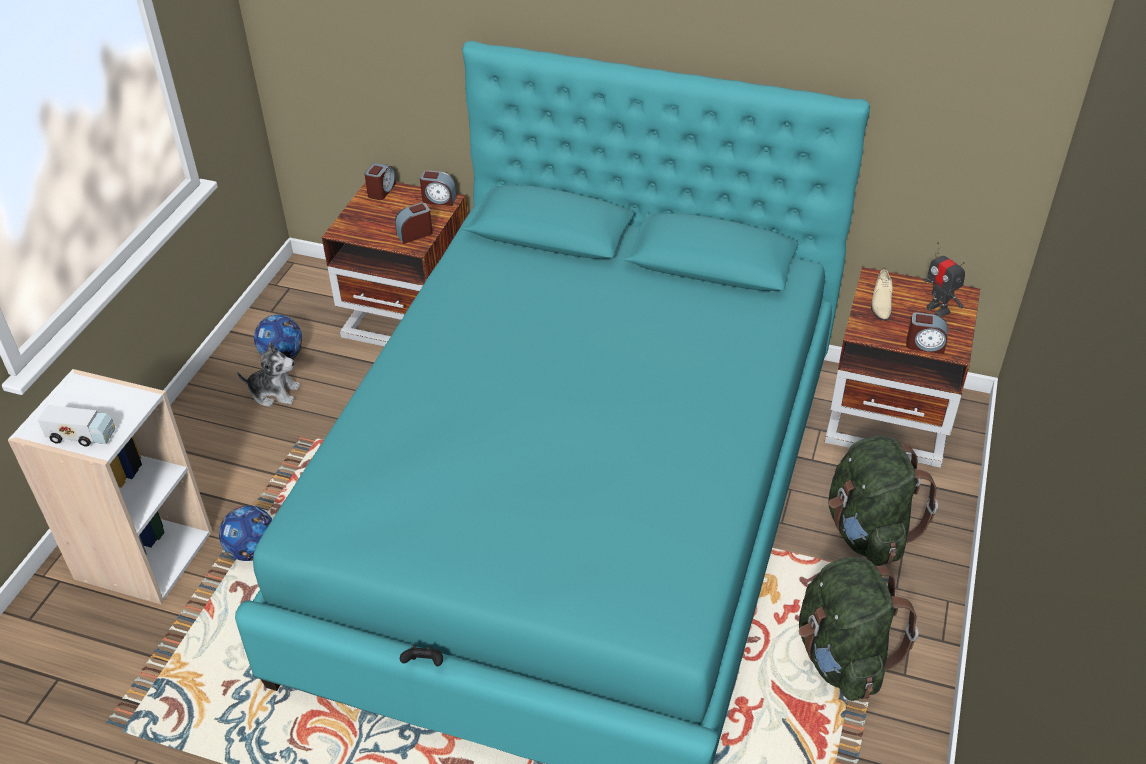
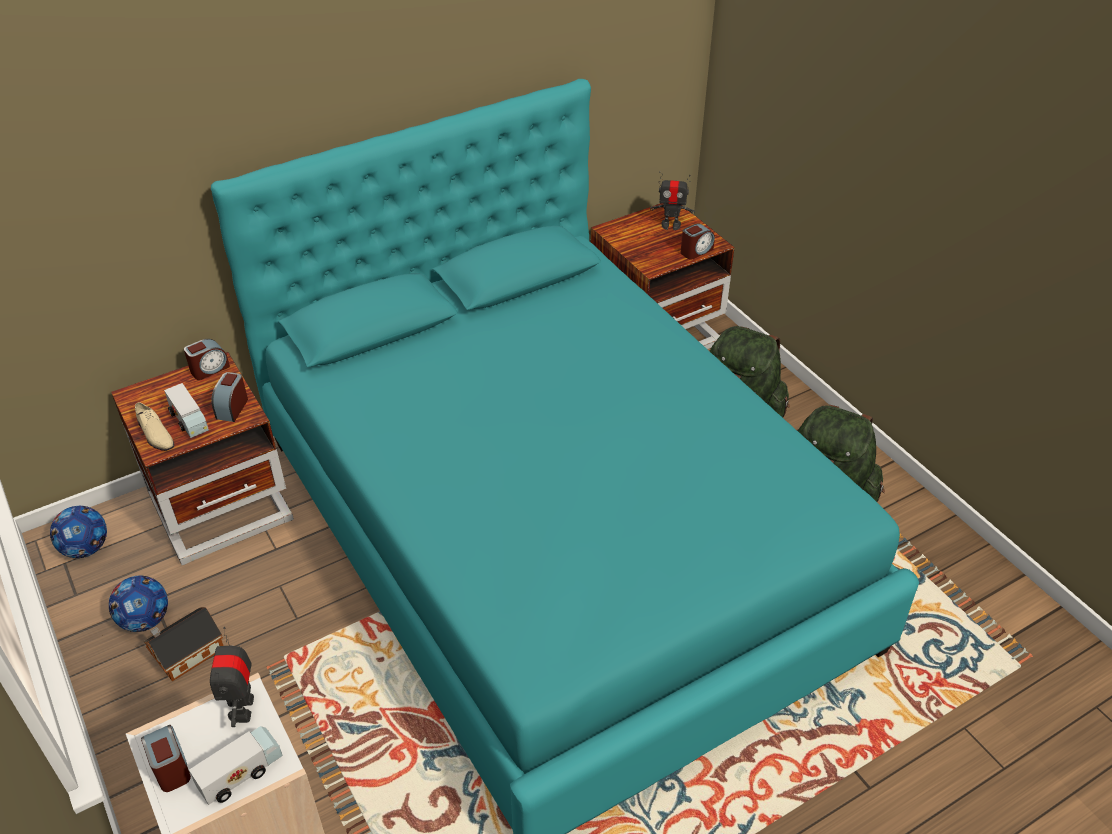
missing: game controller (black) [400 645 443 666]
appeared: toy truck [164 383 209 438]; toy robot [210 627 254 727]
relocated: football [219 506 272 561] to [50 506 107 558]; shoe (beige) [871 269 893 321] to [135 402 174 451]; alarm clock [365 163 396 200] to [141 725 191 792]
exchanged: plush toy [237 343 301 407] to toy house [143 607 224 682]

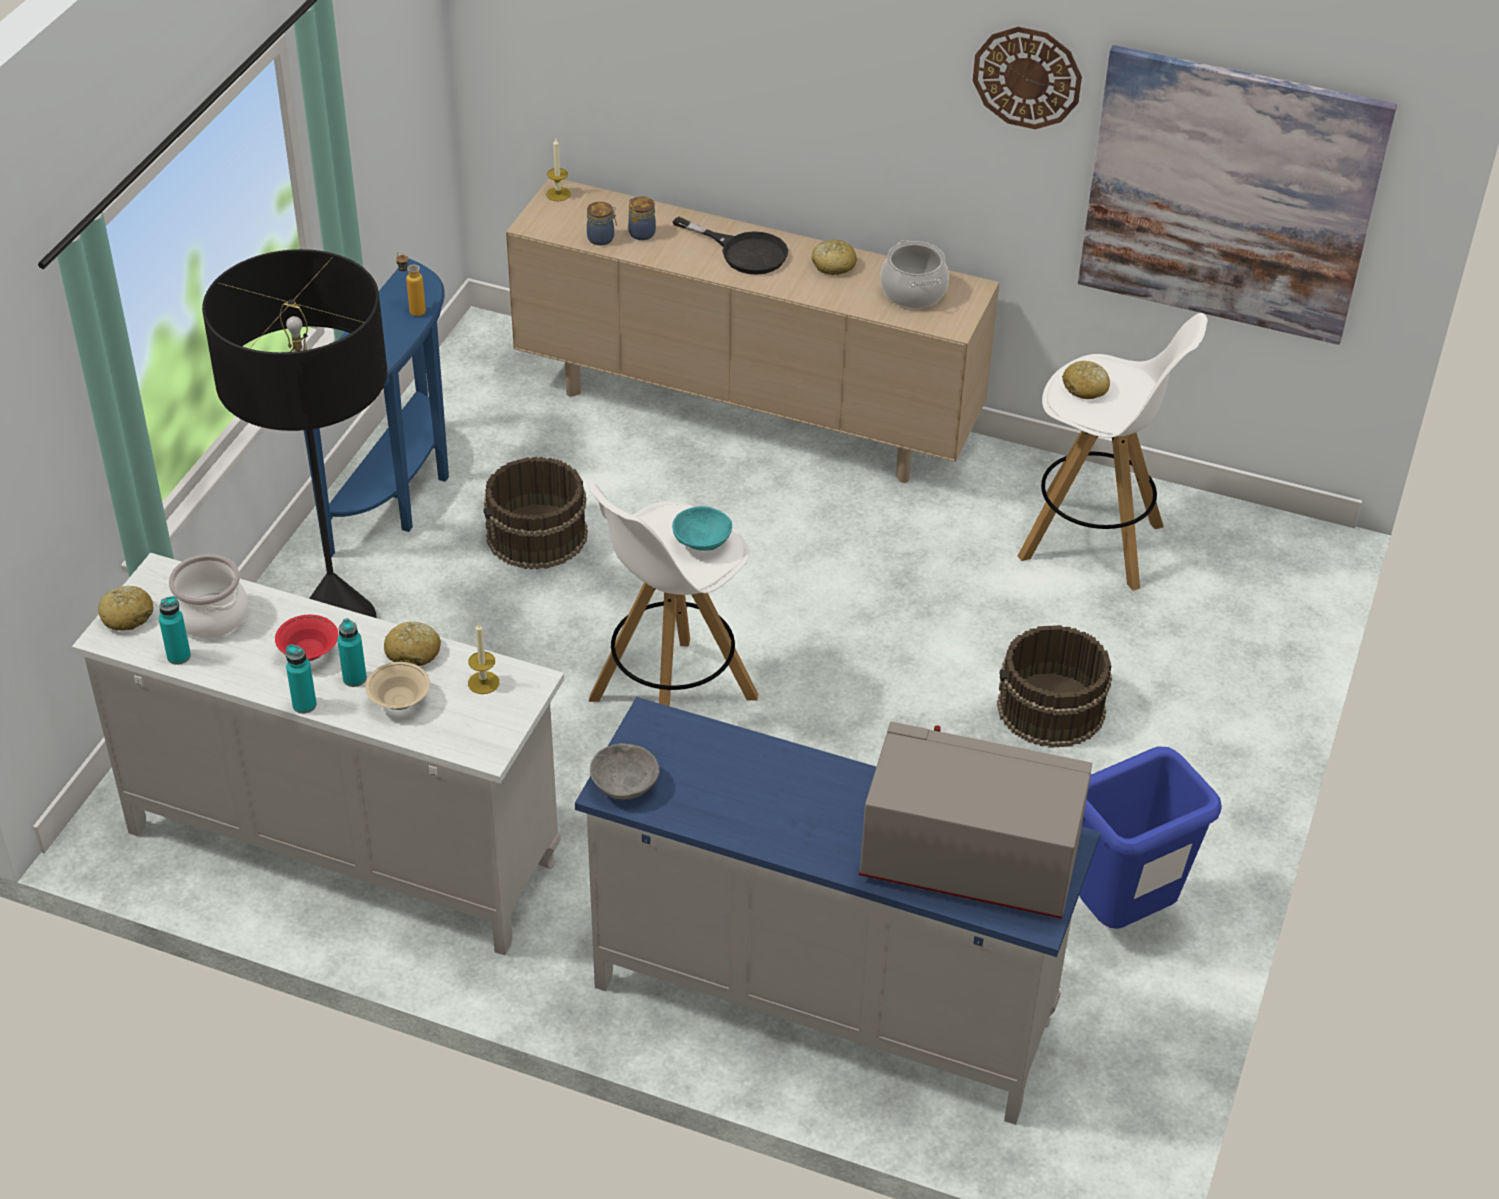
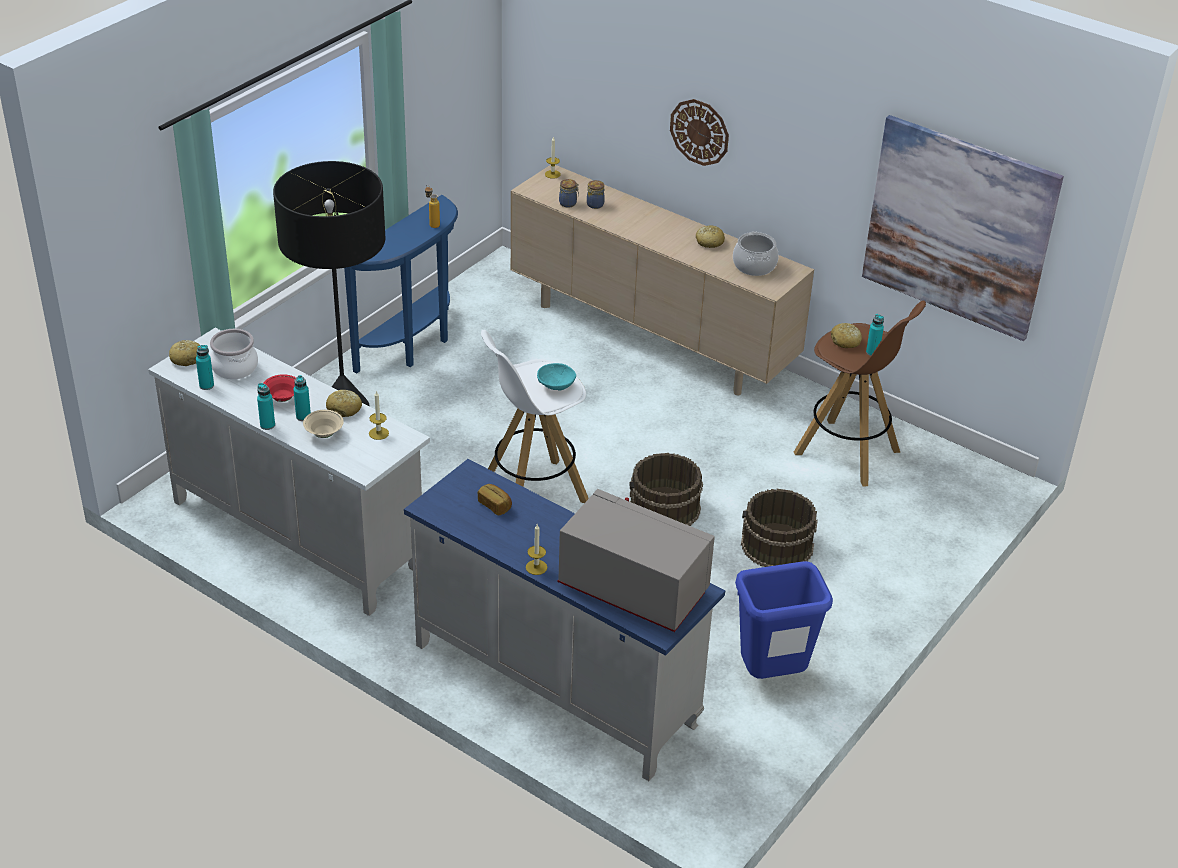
missing: bowl (grey) [590 743 659 799]; frying pan (black) [673 217 788 275]
appeared: bread [478 484 512 515]; candle [526 524 547 575]; bottle (turquoise) [866 314 884 356]
relocated: bucket (brown) [483 457 588 570] to [629 453 703 526]; wall clock [973 27 1082 129] to [670 99 729 166]
colour: stool (white) [1018 313 1208 590] to stool (brown) [794 301 926 487]

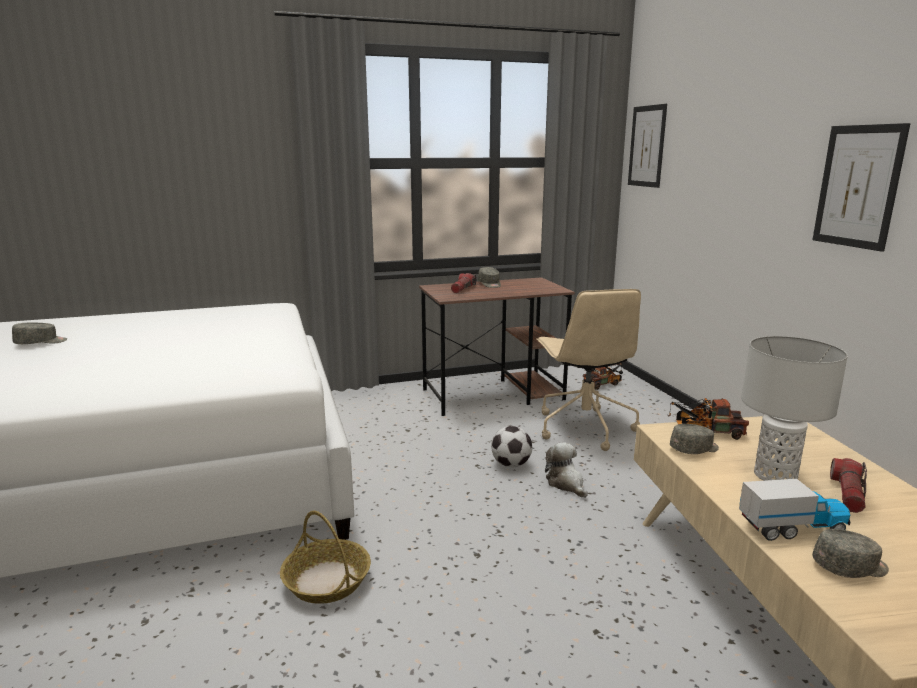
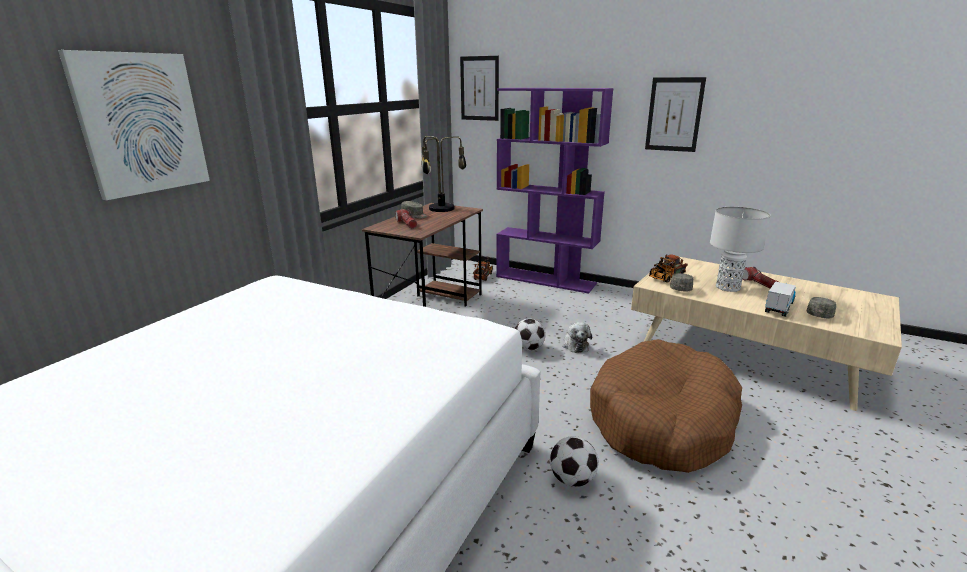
missing: cap (grey) [12 323 67 344]; office chair (beige) [536 289 641 451]
appeared: picture [58 50 210 200]; table lamp [422 136 466 212]; bookcase (purple) [496 88 613 294]; dog bed (brown) [590 339 742 473]
exchanged: basket [280 511 371 604] to football [550 436 599 487]
spun: plush toy [545 443 588 498] = [563 322 592 353] 120 degrees counterclockwise

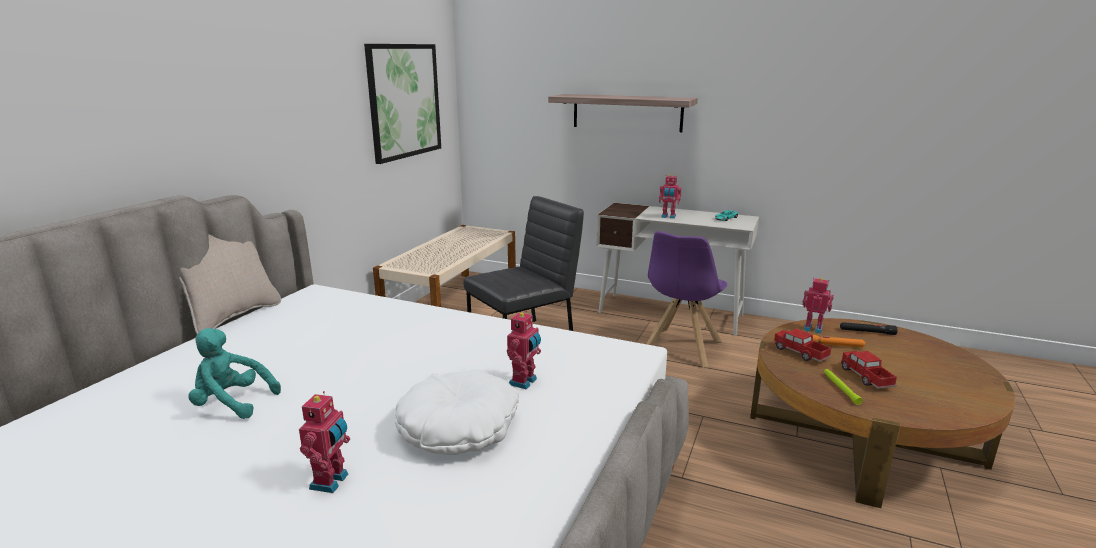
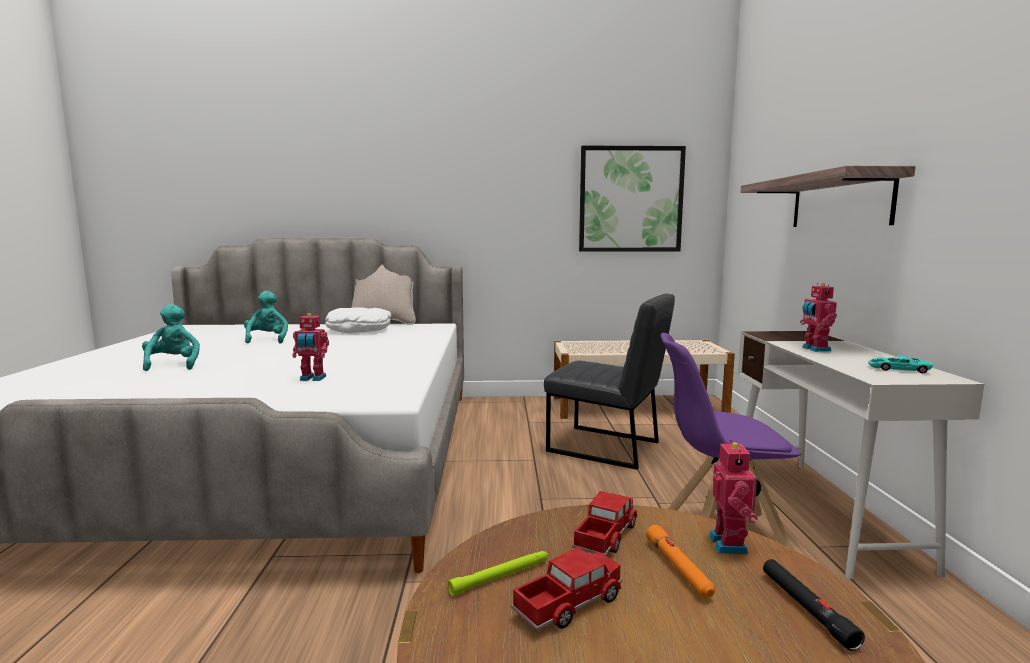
relocated: pillow (white) [395 369 519 455] to [325 307 391 334]
exchanged: toy robot [299 391 350 493] to plush toy (turquoise) [142 304 200 371]

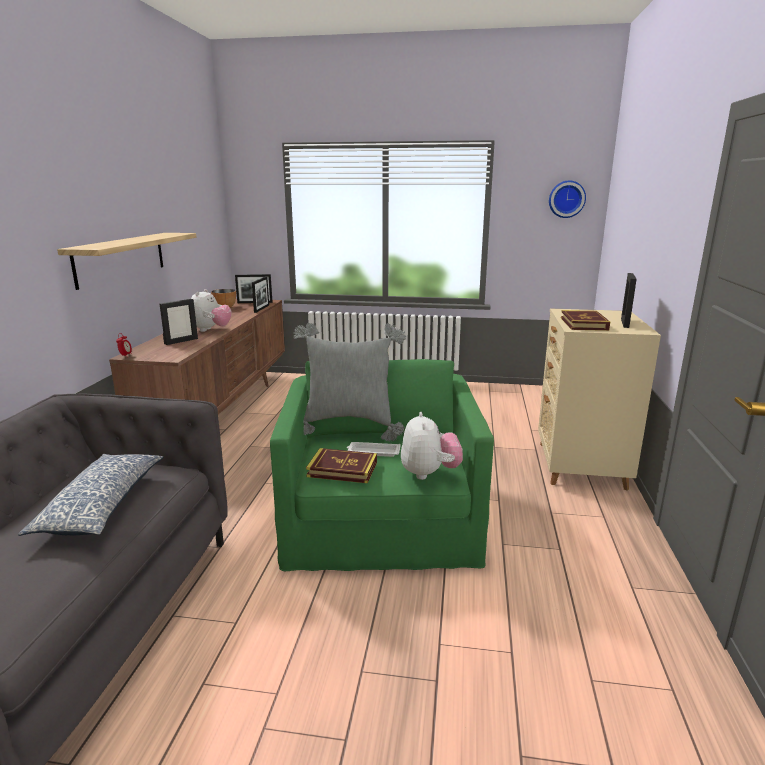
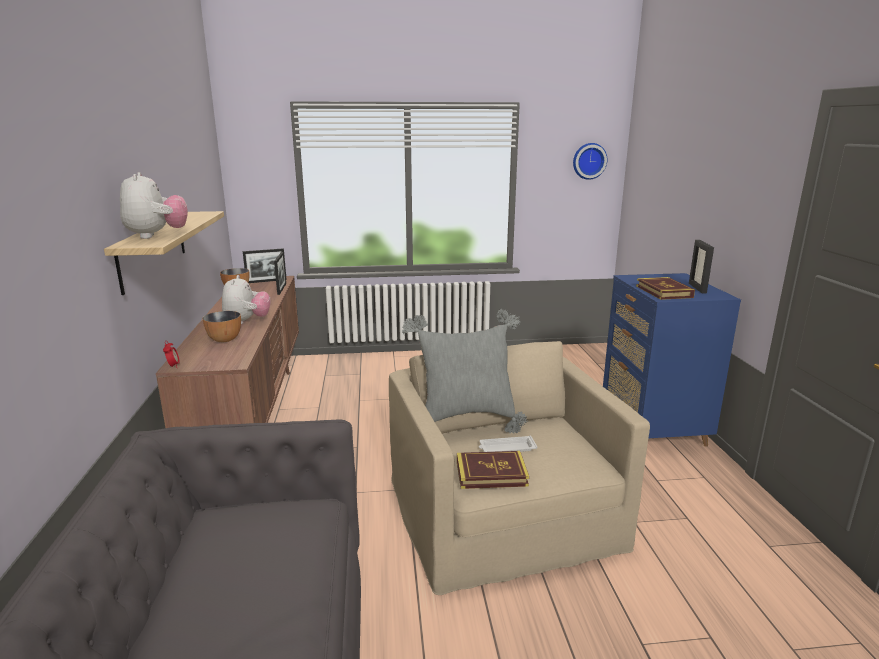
missing: pillow [18 454 163 536]
relocated: plush toy [401 412 463 480] to [120 172 188 239]
exchanged: picture frame [160 299 198 345] to bowl [202 311 241 342]
colour: armchair (green) [270 359 494 571] to armchair (beige) [389 341 650 595]; dresser (beige) [538 308 661 491] to dresser (blue) [603 273 741 447]

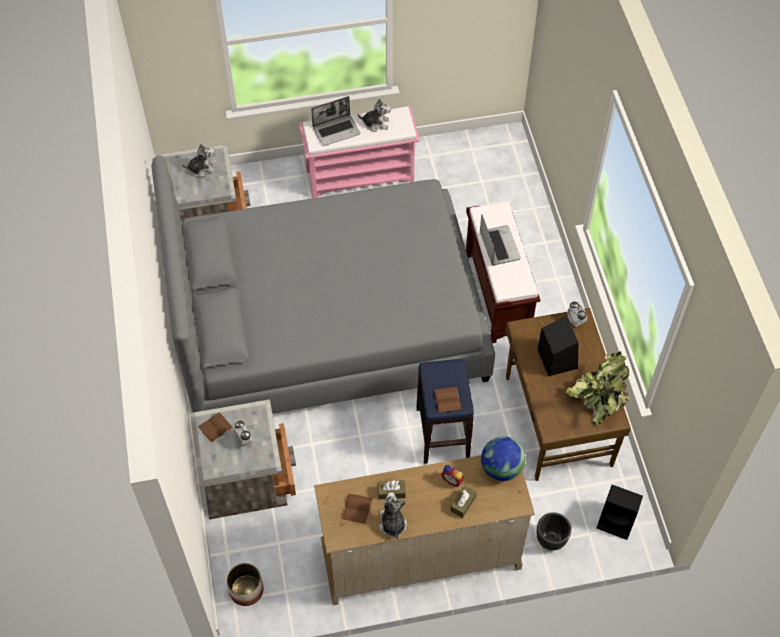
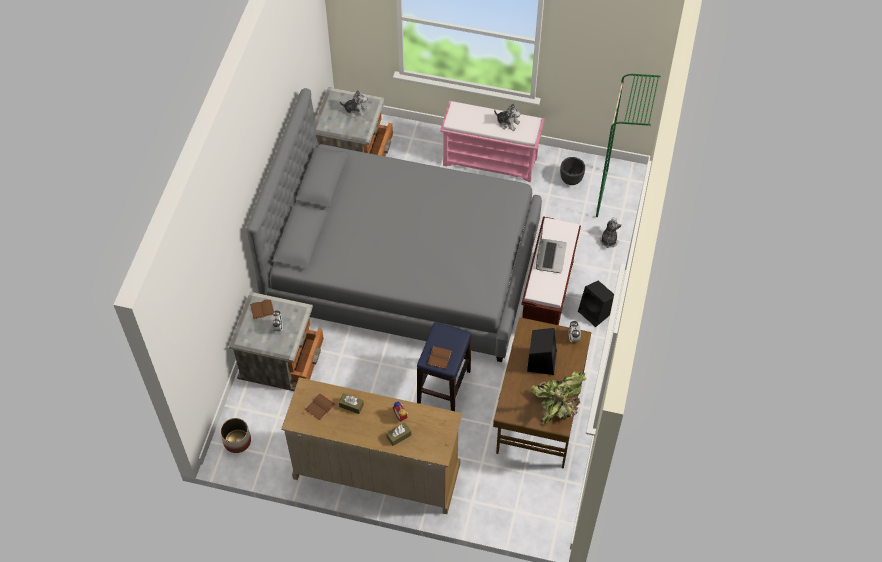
missing: laptop [311 96 360 146]; globe [481 436 526 481]
appeared: clothes rack (green) [596 74 661 217]
relocated: planter (black) [537 512 571 550] to [560 157 585 185]; speaker (black) [597 485 643 540] to [578 280 614 327]; plush toy [379 492 407 539] to [600 217 622 248]

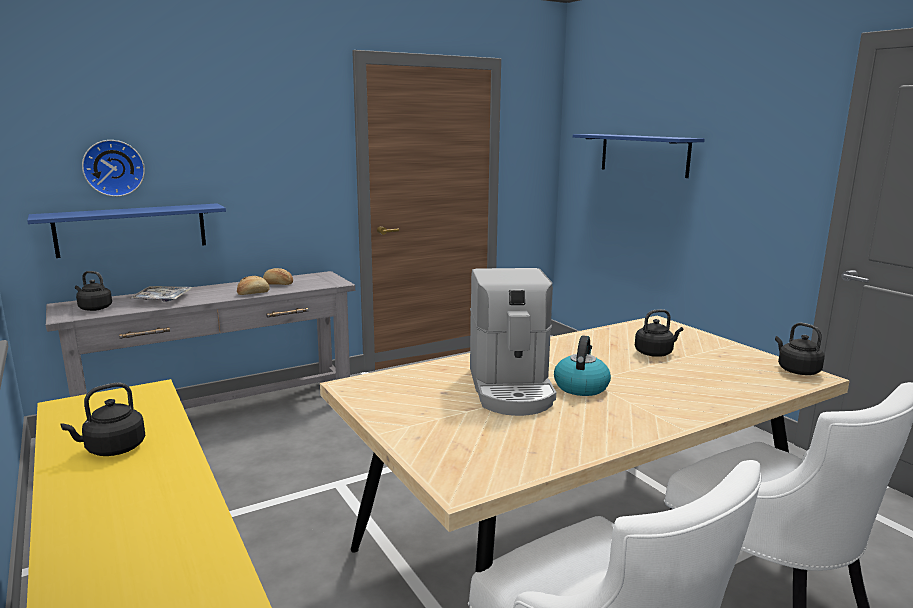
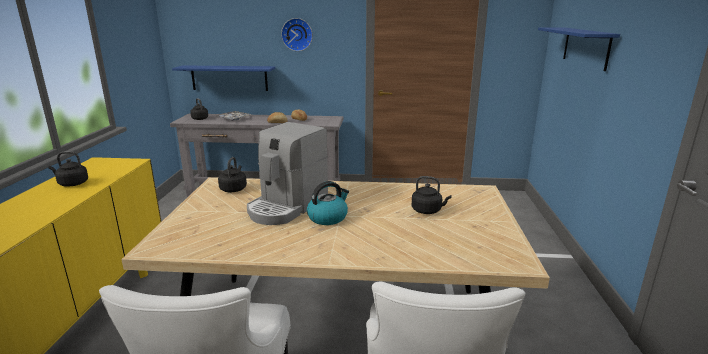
relocated: kettle (black) [775 323 825 375] to [218 157 247 192]; wall clock [82 140 145 197] to [281 18 313 51]

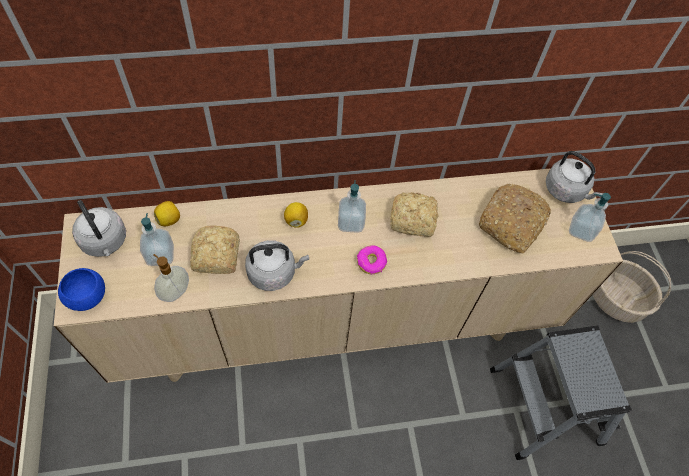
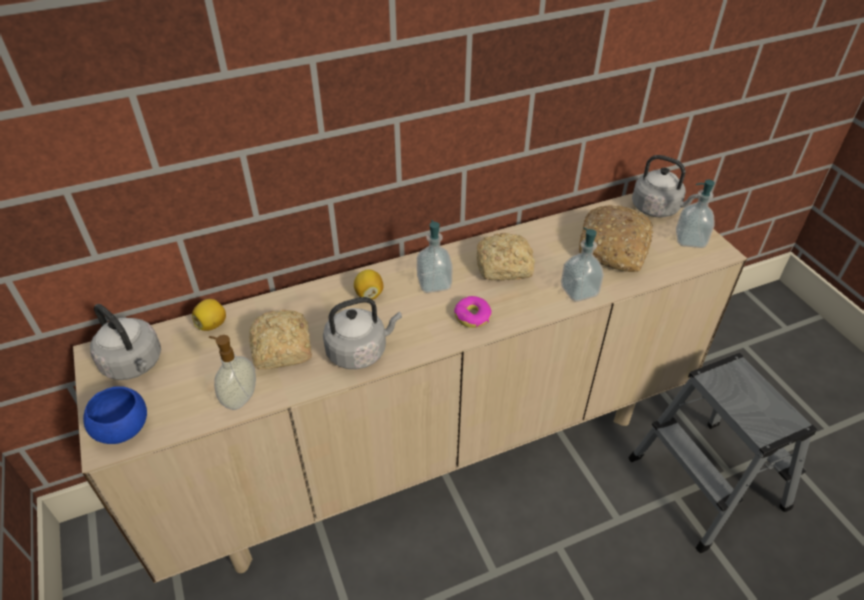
missing: basket [593 251 671 323]
relocated: soap dispenser [140 213 174 266] to [561 227 604 302]

